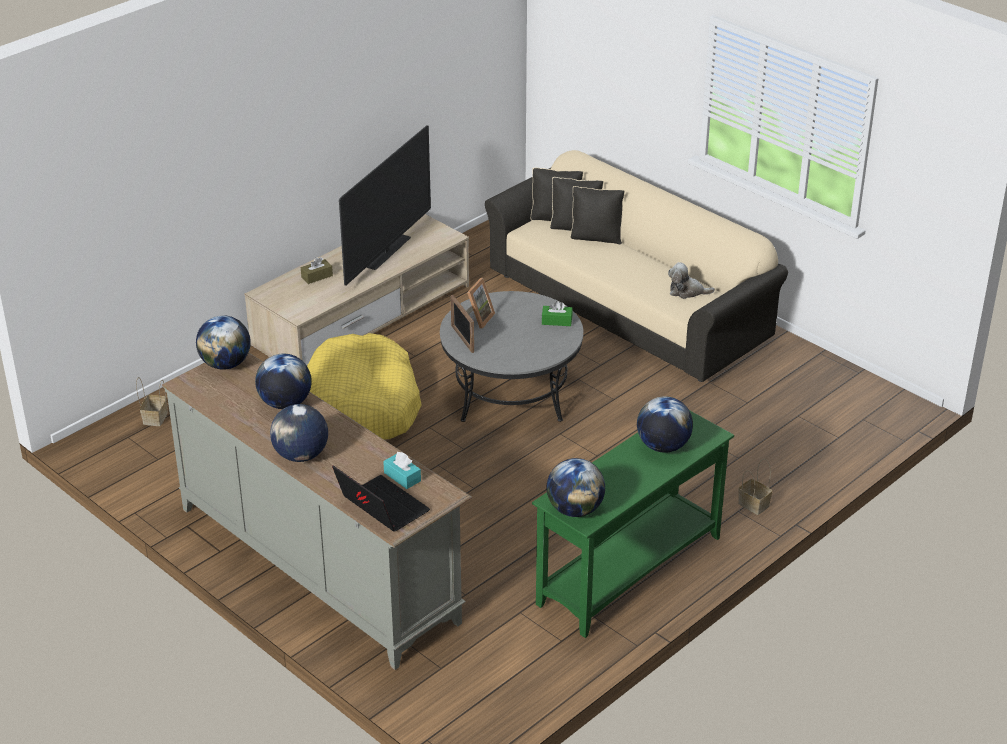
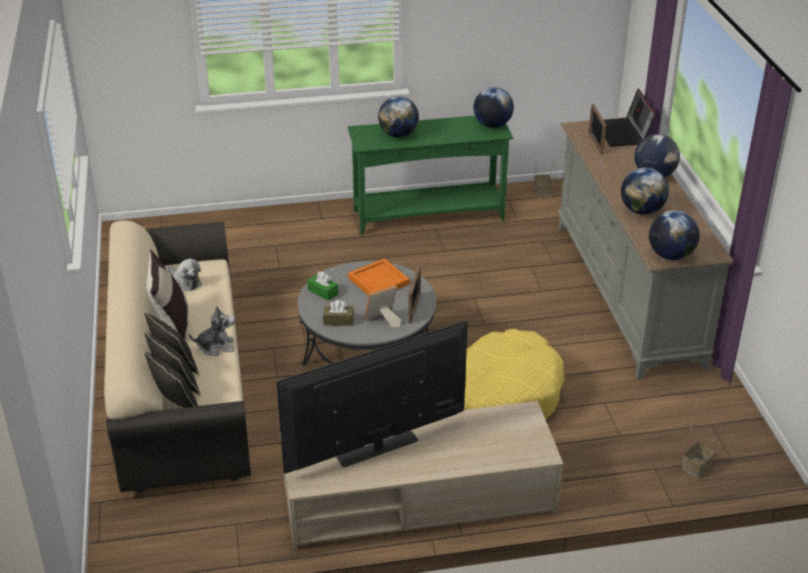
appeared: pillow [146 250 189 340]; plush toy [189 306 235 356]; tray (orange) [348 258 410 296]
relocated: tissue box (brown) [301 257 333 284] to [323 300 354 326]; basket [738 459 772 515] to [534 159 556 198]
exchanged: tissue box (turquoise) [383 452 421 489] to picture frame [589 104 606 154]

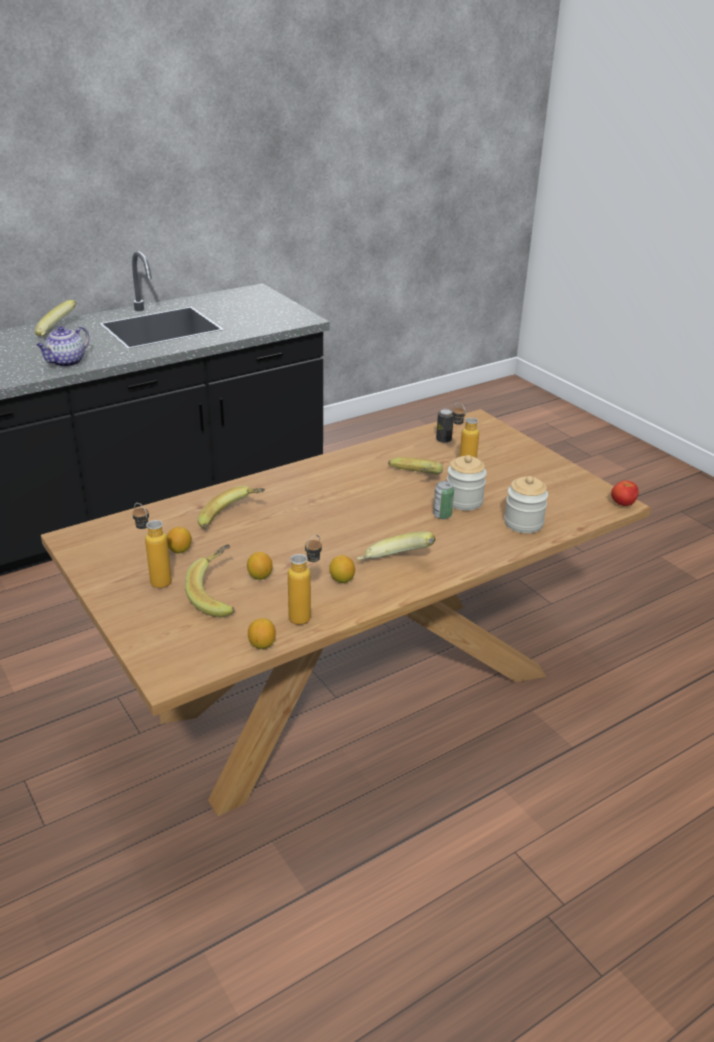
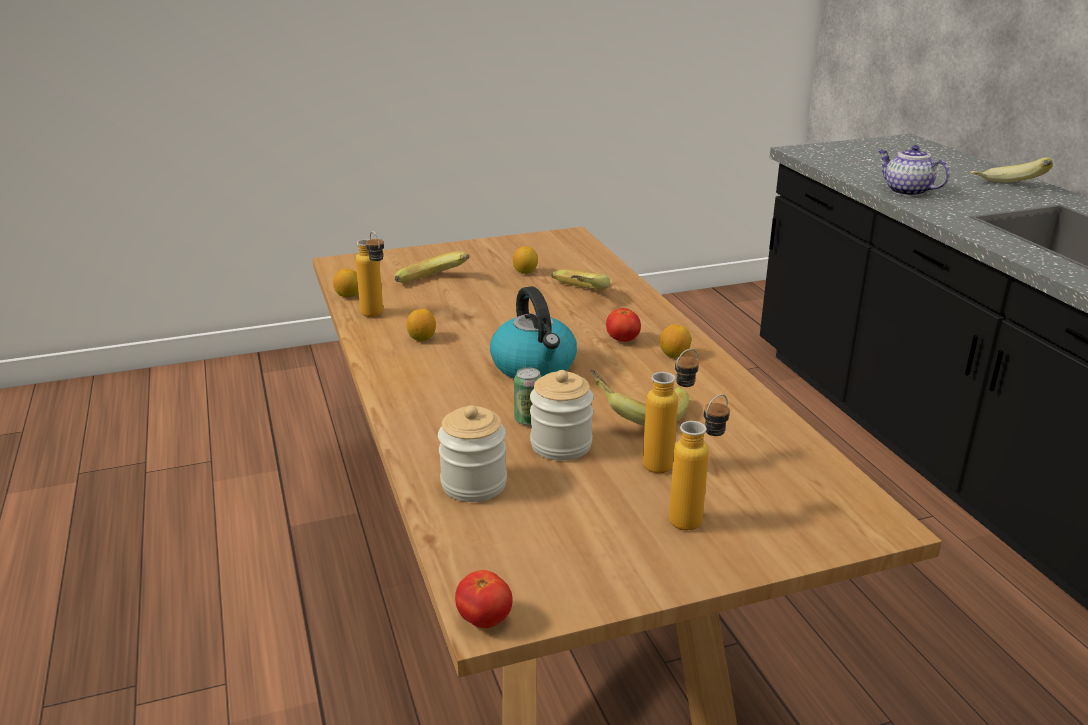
missing: banana [357 531 436 561]; can [436 409 454 443]
appeared: kettle [490 286 577 378]; tomato [606 308 641 342]
relocated: lemon [247 552 273 580] to [660 324 691 358]; bottle [132 503 172 588] to [669 394 730 530]

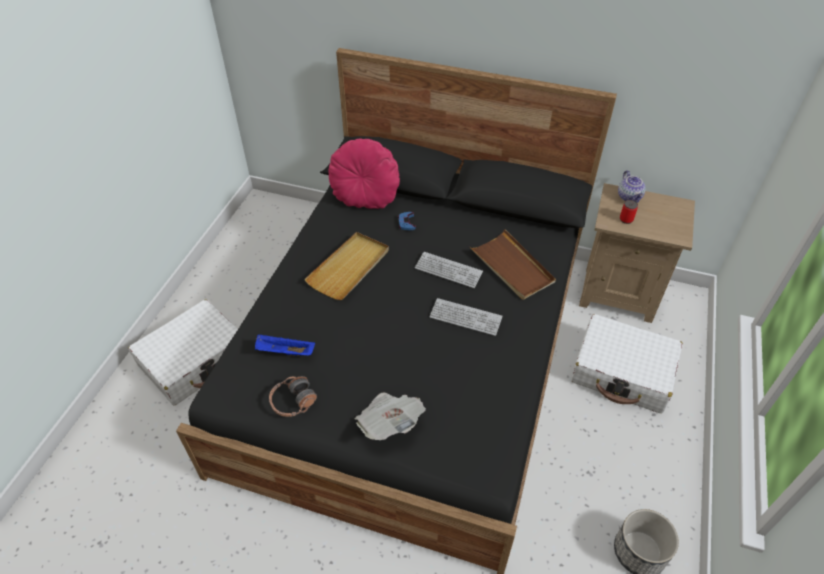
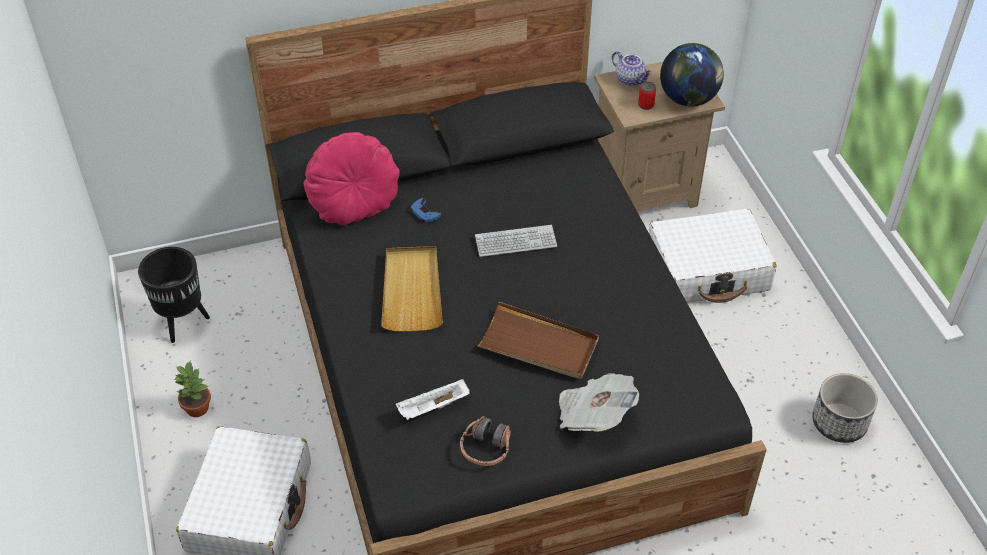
missing: keyboard [429 298 502 336]
appeared: planter (black) [138 247 210 343]; potted plant [174 361 211 417]; globe [660 43 724 107]
relocated: tray (brown) [469 229 556 300] to [476 301 599 379]
colour: tray (blue) [255 334 315 356] to tray (white) [396 379 470 420]

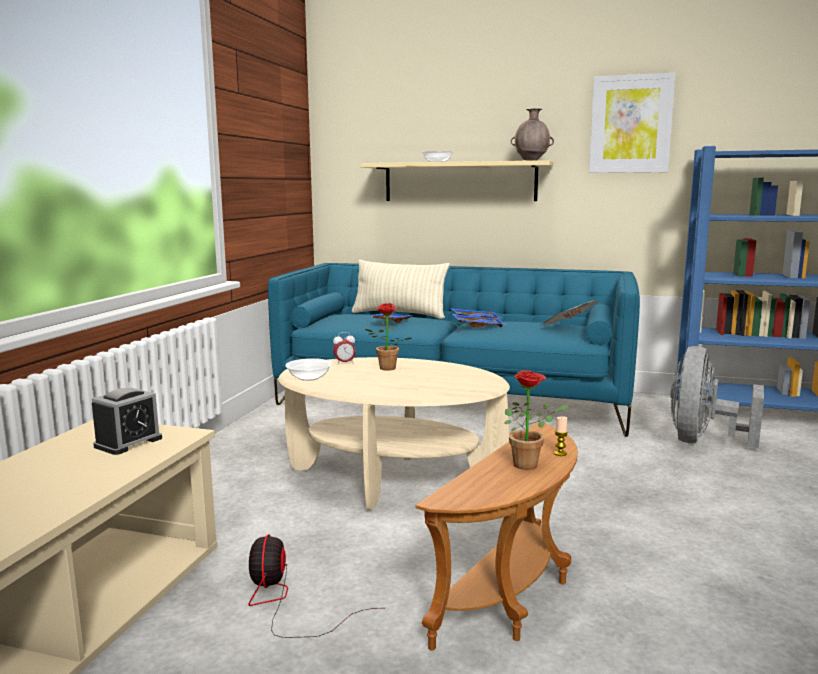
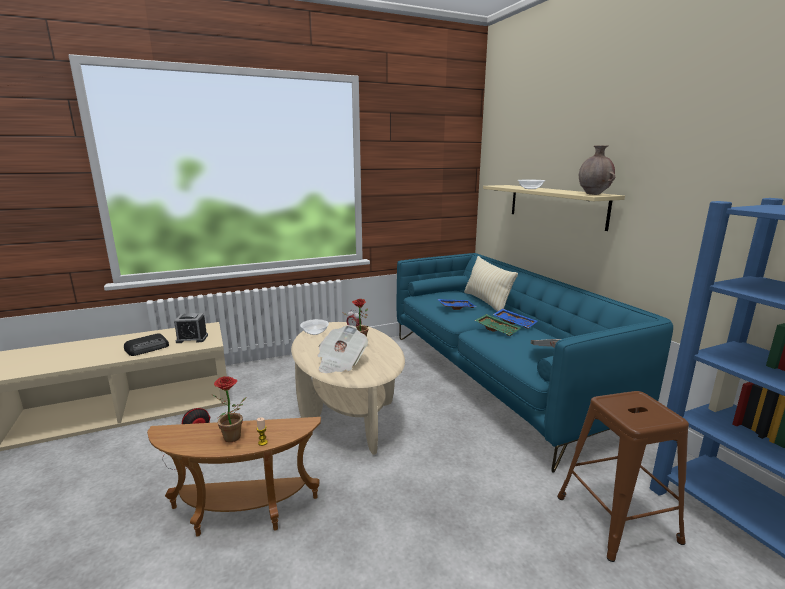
missing: picture [589 73 676 173]
appeared: radio [124 333 169 356]; newspaper [318 325 368 373]
exchanged: fan (grey) [670 346 764 448] to stool (brown) [557 391 689 562]
colour: tray (blue) [452 314 506 328] to tray (green) [475 314 521 336]

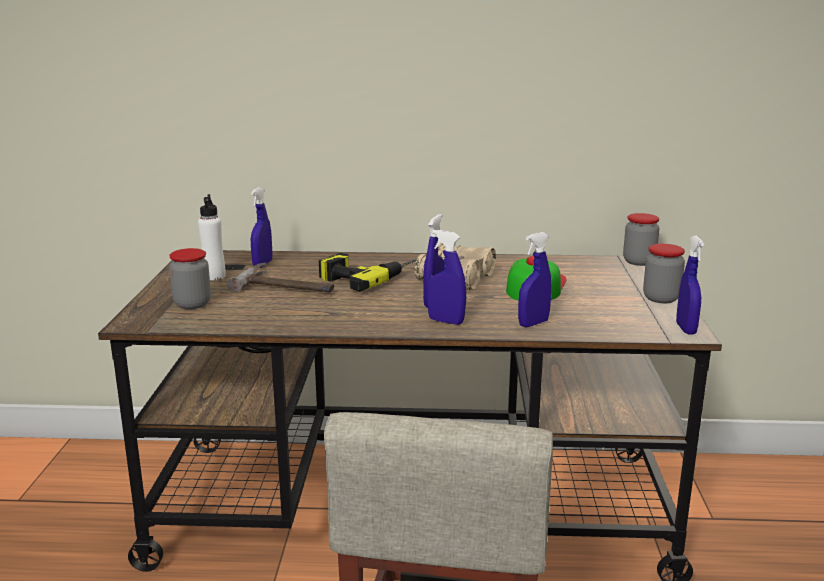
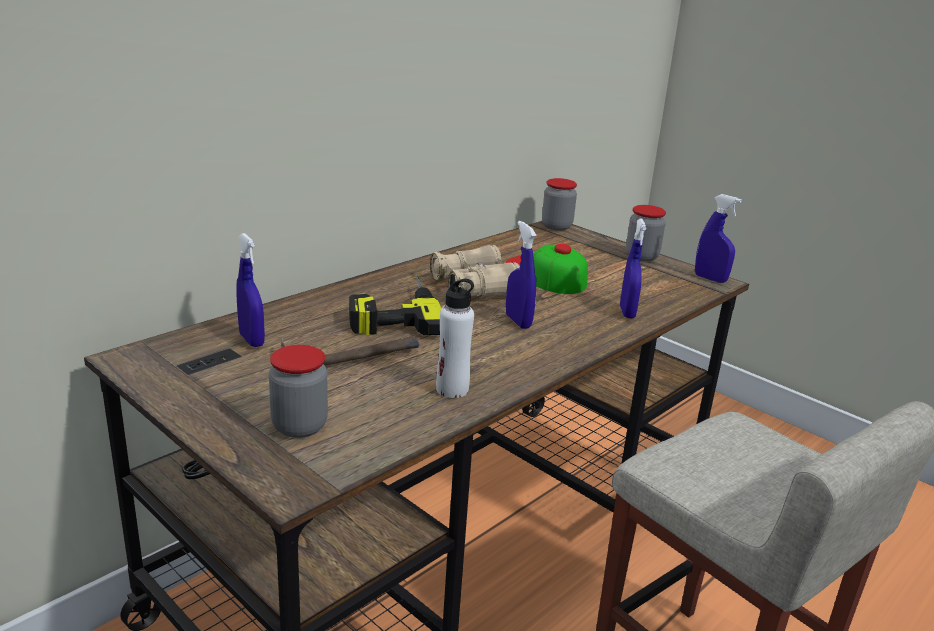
missing: spray bottle (blue) [427 230 466 325]
relocated: bottle (white) [198 194 226 280] to [436 274 474 398]

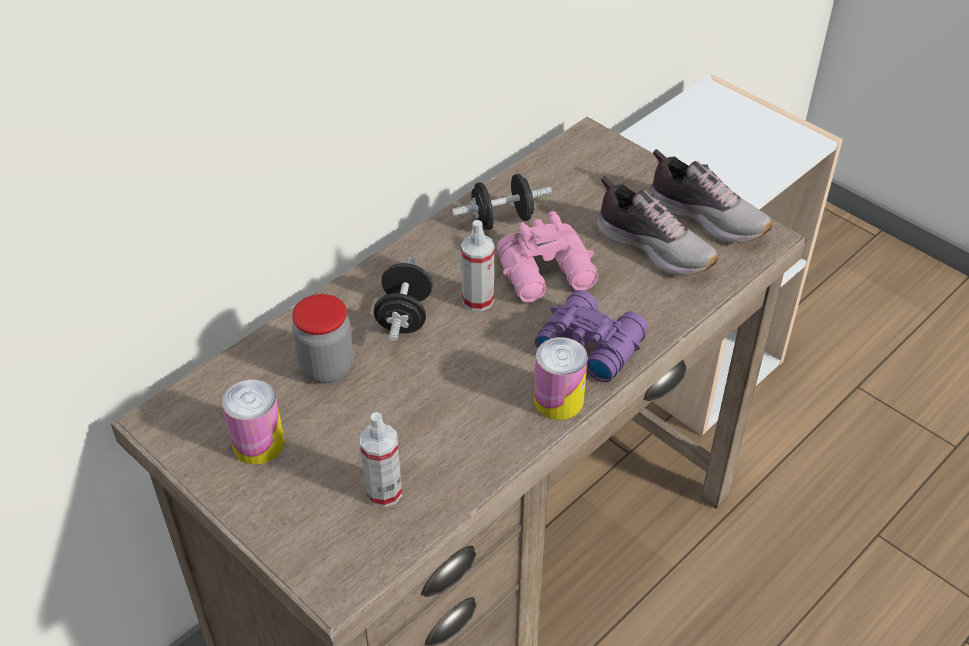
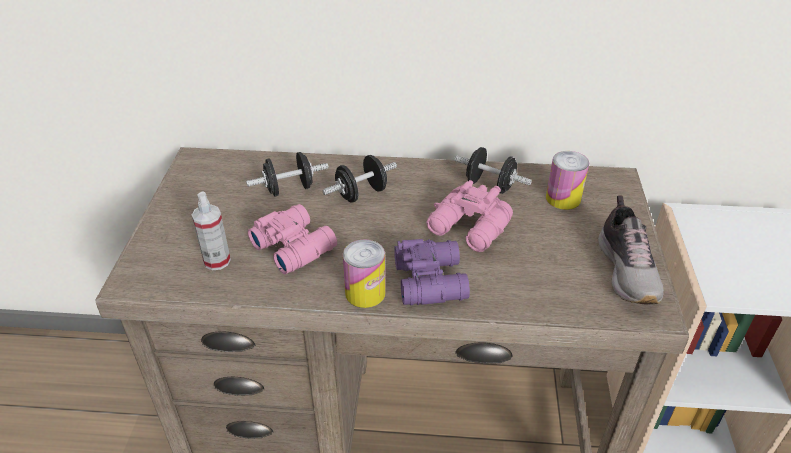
missing: spray bottle [461 220 494 311]; shoe [597 176 718 276]
appeared: binoculars (pink) [248 204 337 274]
relocated: can [222 379 285 464] to [546 151 589 210]
exchanged: jar [292 294 354 384] to dumbbell (black) [246 152 329 196]

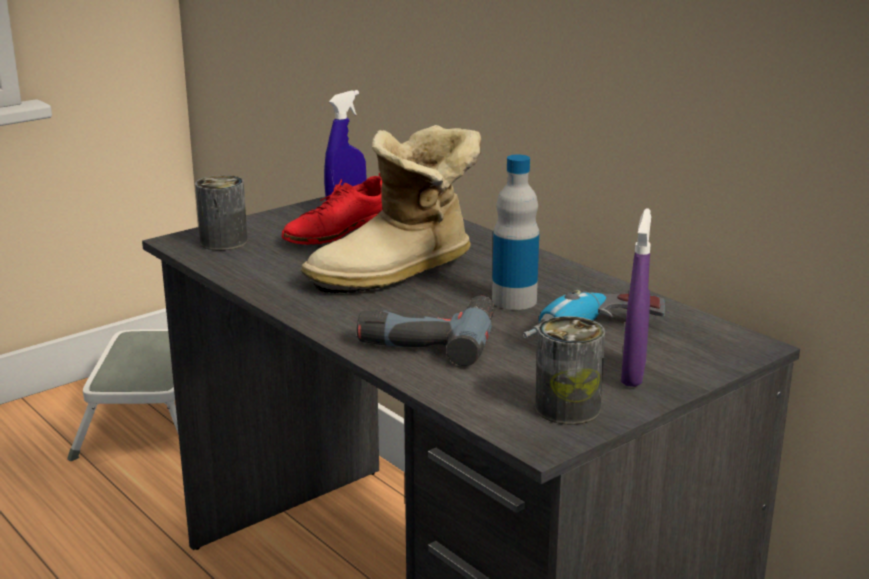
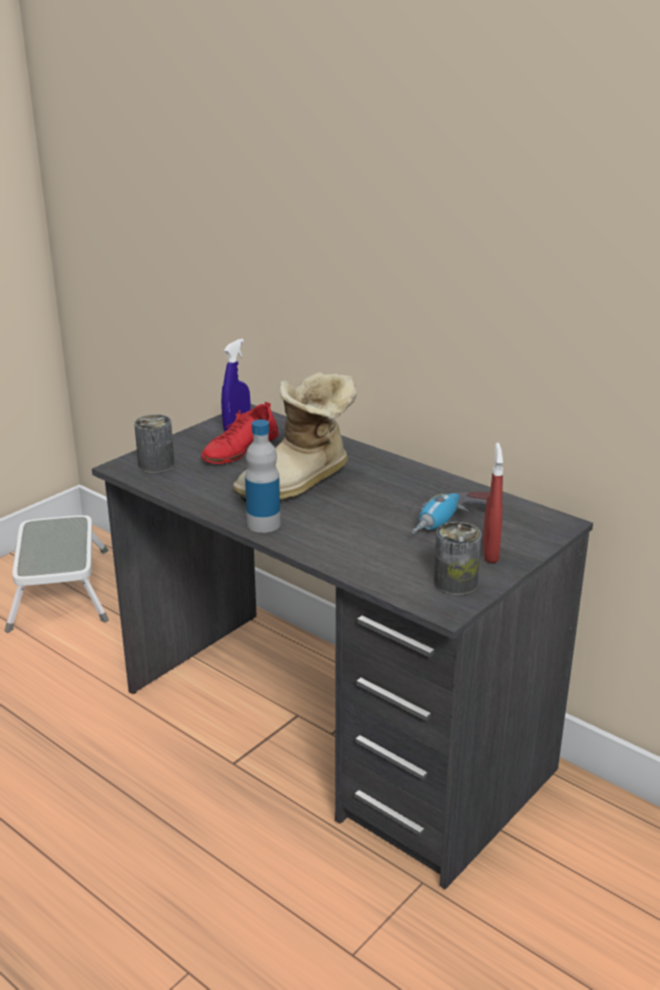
missing: power drill [357 296 495 366]
relocated: bottle [492 154 539 310] to [245 419 280 533]
colour: spray bottle (purple) [621 208 651 387] to spray bottle (red) [483 443 503 563]

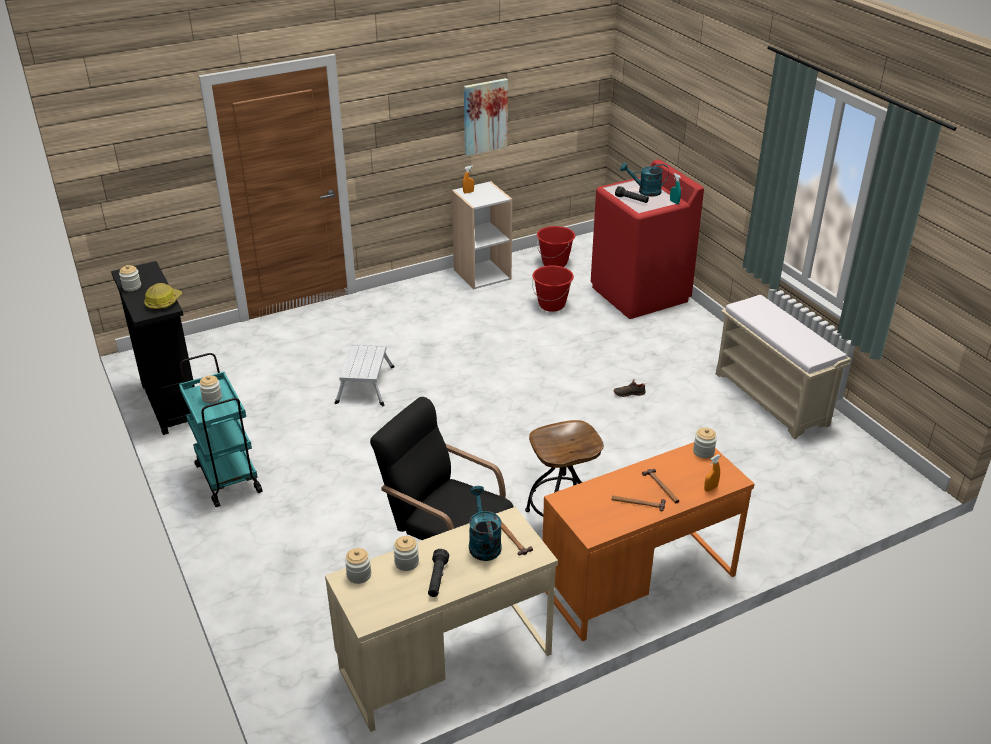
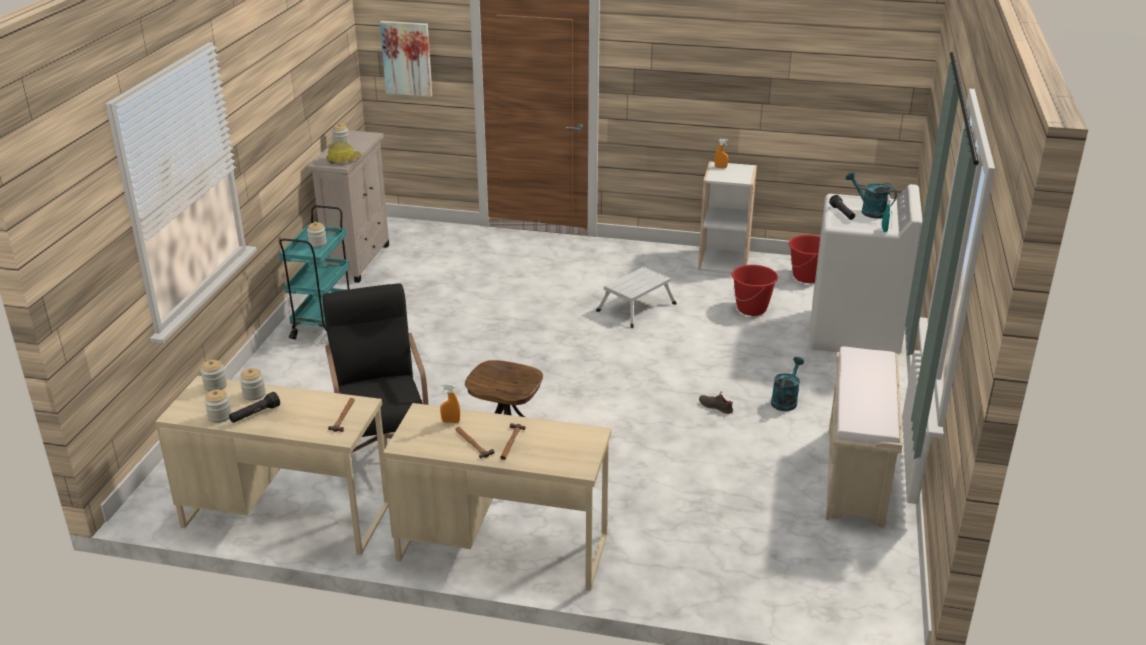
relocated: jar [693 428 717 458] to [204 389 232 423]; picture [464 78 508 156] to [380 21 432 97]; spray bottle (orange) [704 455 720 492] to [440 384 460 423]; step ladder (white) [335 344 395 406] to [596 267 677 328]; watering can (turquoise) [469 486 502 561] to [771 357 804 411]
colour: cabinet (black) [111 261 195 435] to cabinet (beige) [307 130 389 283]; desk (orange) [542 442 754 641] to desk (beige) [383 403 611 591]; washing machine (red) [591 160 704 319] to washing machine (white) [809 184 923 354]

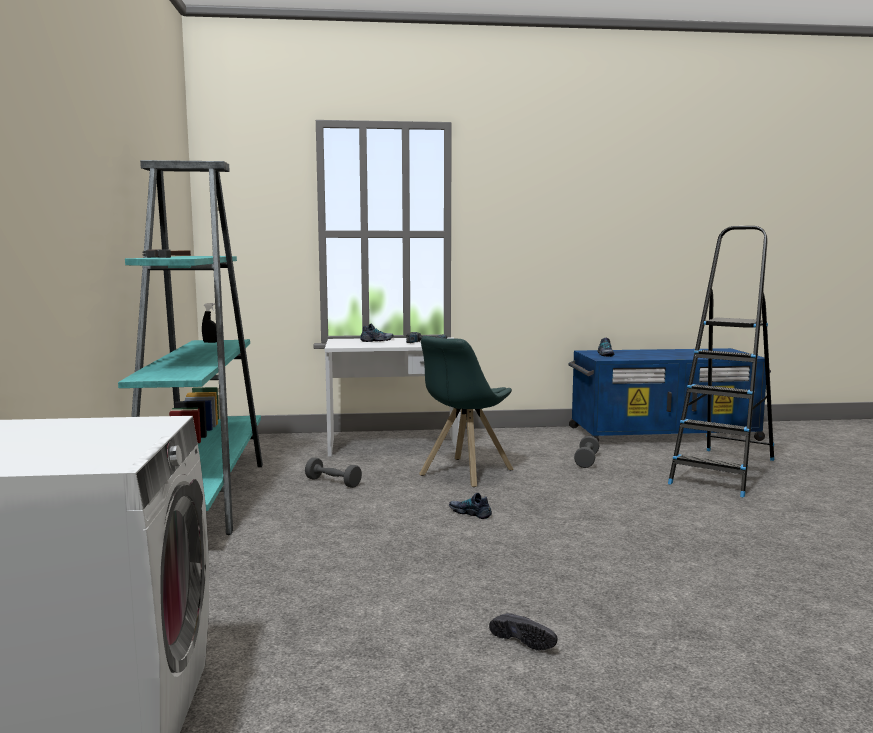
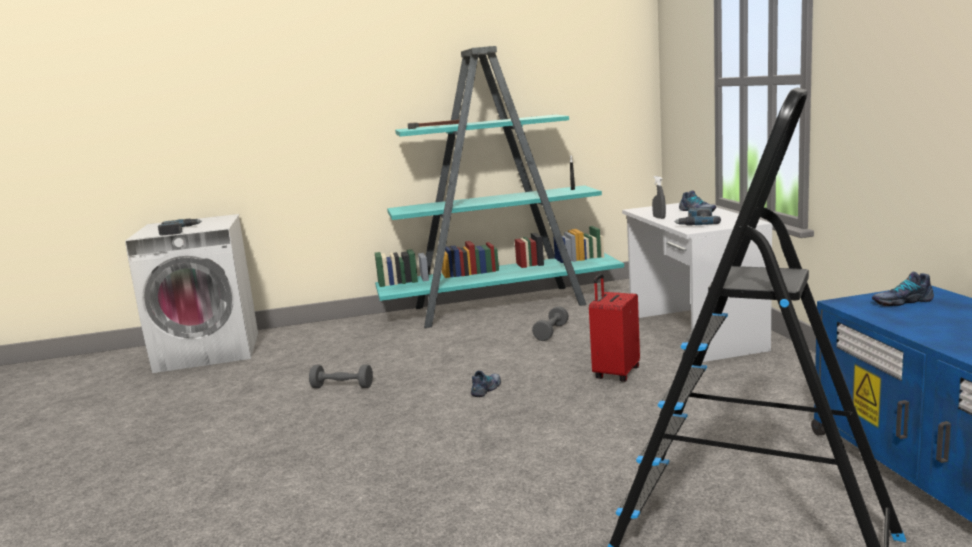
missing: shoe (black) [489 613 558 651]
appeared: power drill [158 219 202 236]; spray bottle (grey) [652 176 666 219]
relocated: dumbbell (grey) [574 436 599 468] to [309 364 373 388]
exchanged: chair (turquoise) [419 336 514 487] to suitcase (red) [589 274 640 382]

